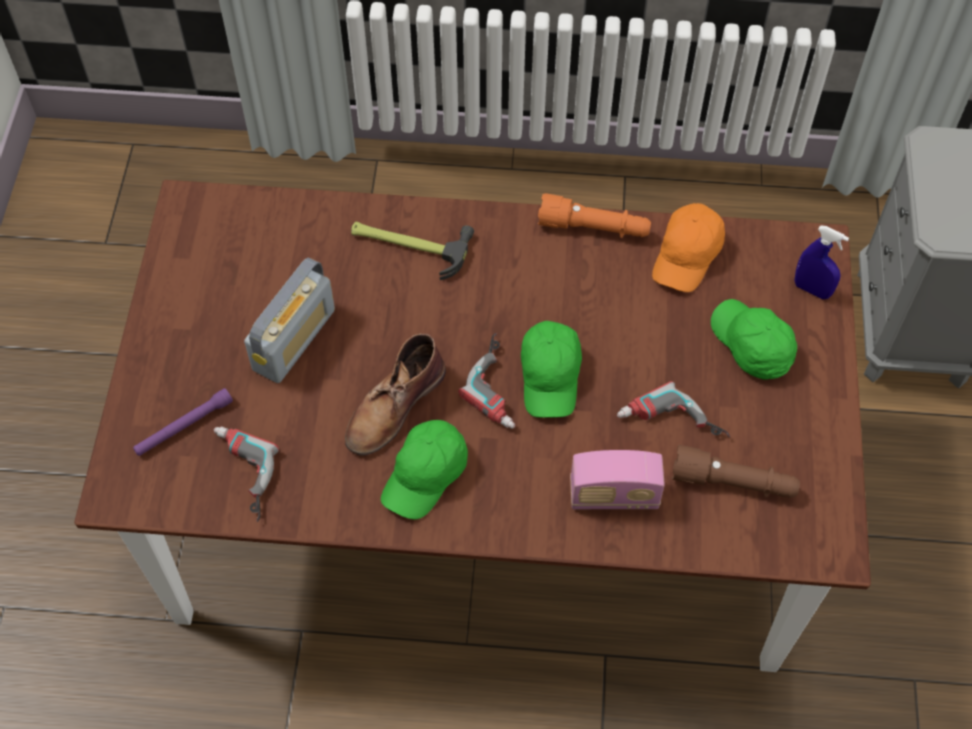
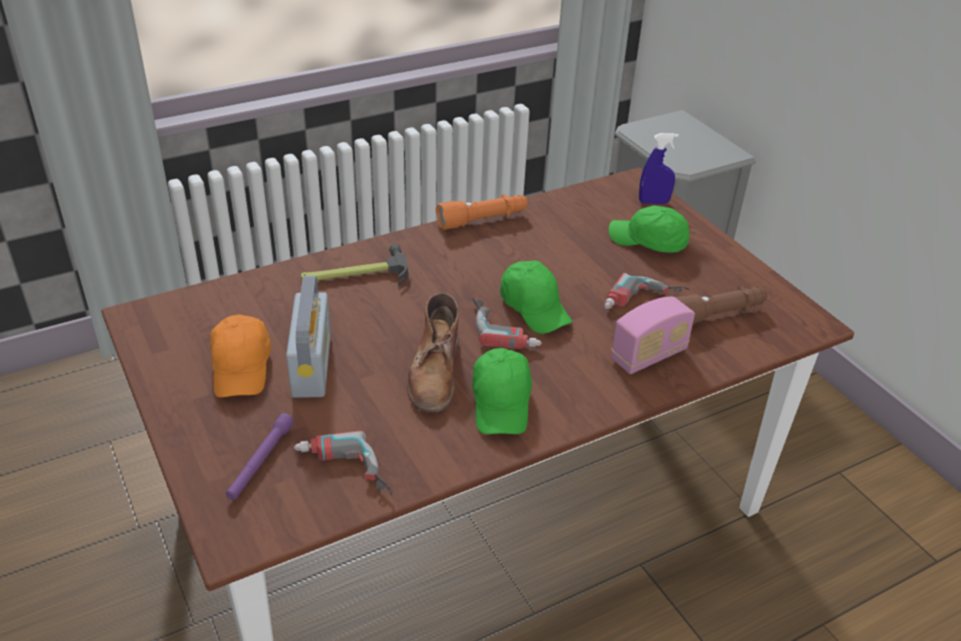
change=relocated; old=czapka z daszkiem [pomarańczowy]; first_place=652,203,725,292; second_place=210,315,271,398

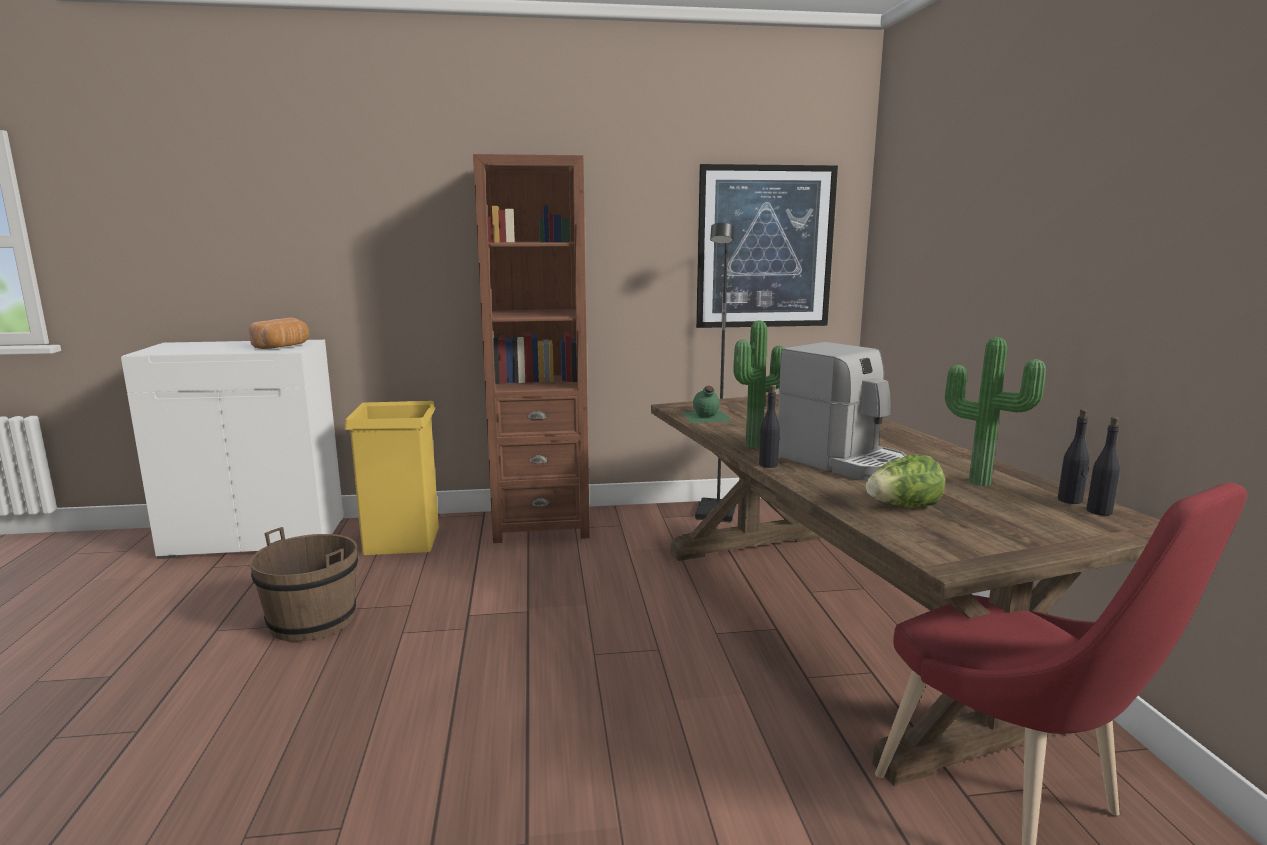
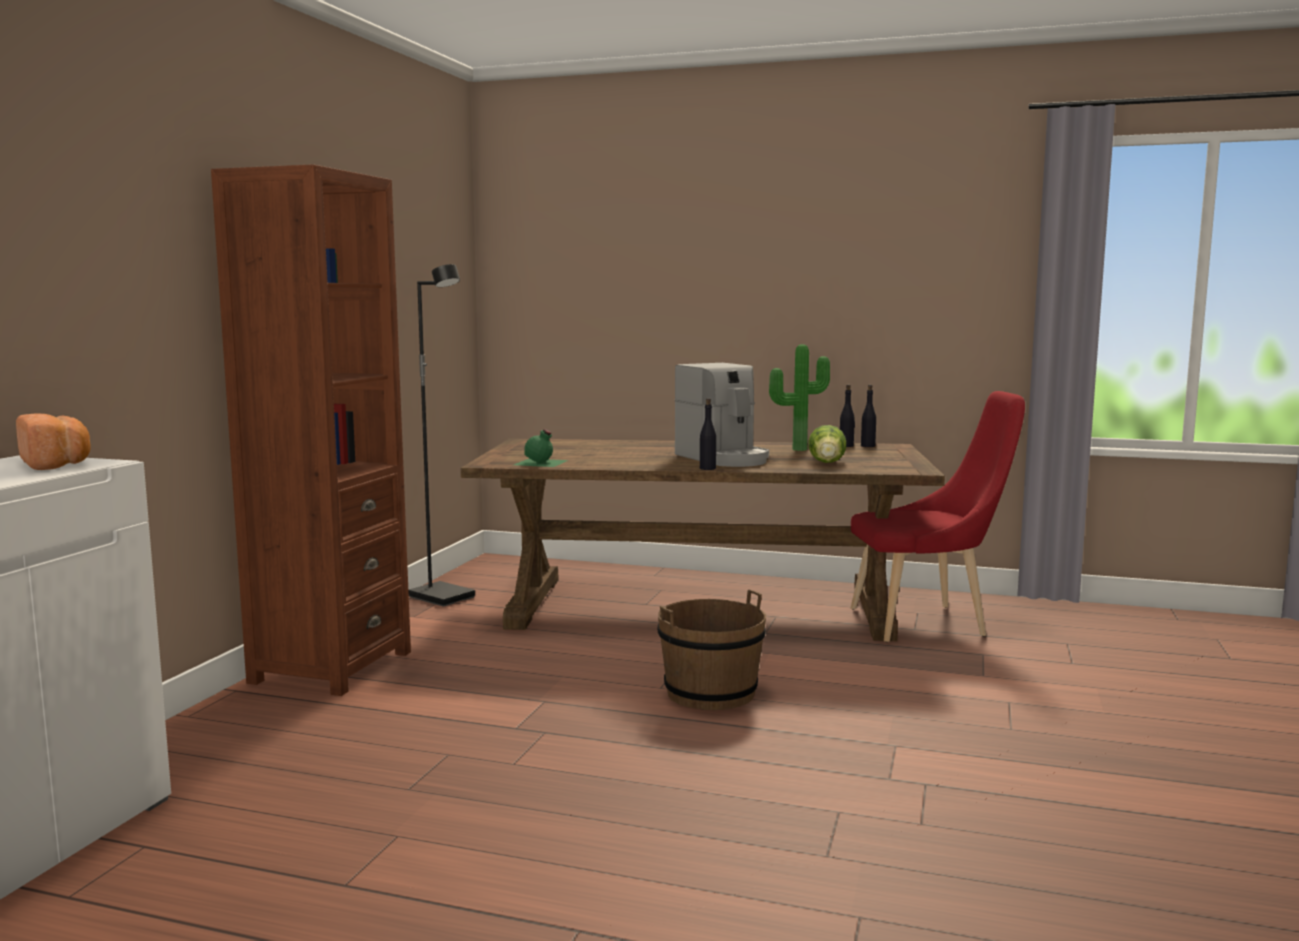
change=missing; old=obraz; first_place=696,164,838,328
change=missing; old=roślina doniczkowa; first_place=733,320,785,448
change=spun; old=ekspres do kawy; first_place=778,342,907,480; second_place=675,363,769,467; degrees=75
change=missing; old=kosz na śmieci [żółty]; first_place=344,401,439,555
change=relocated; old=wiadro [brązowy]; first_place=250,527,358,641; second_place=657,590,766,710

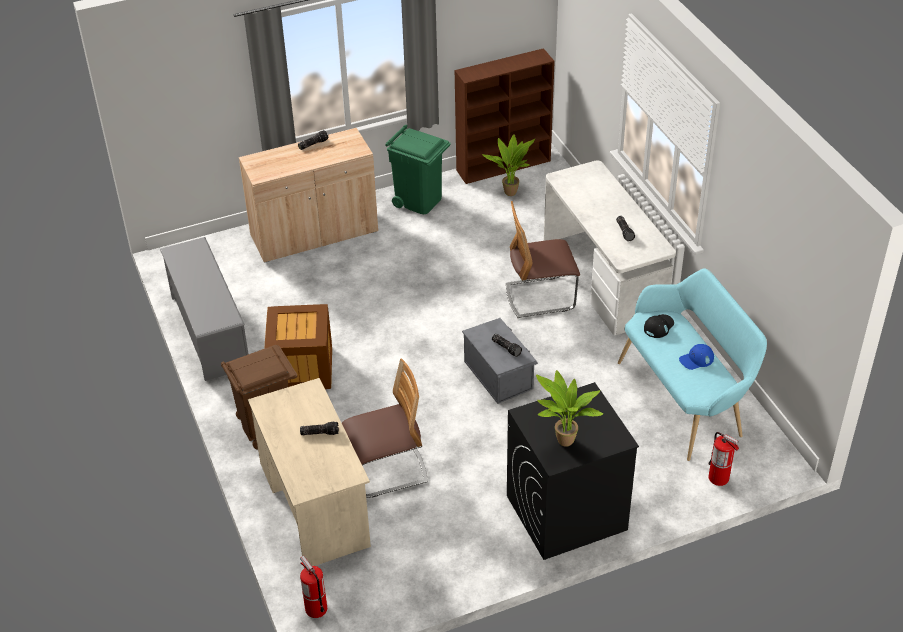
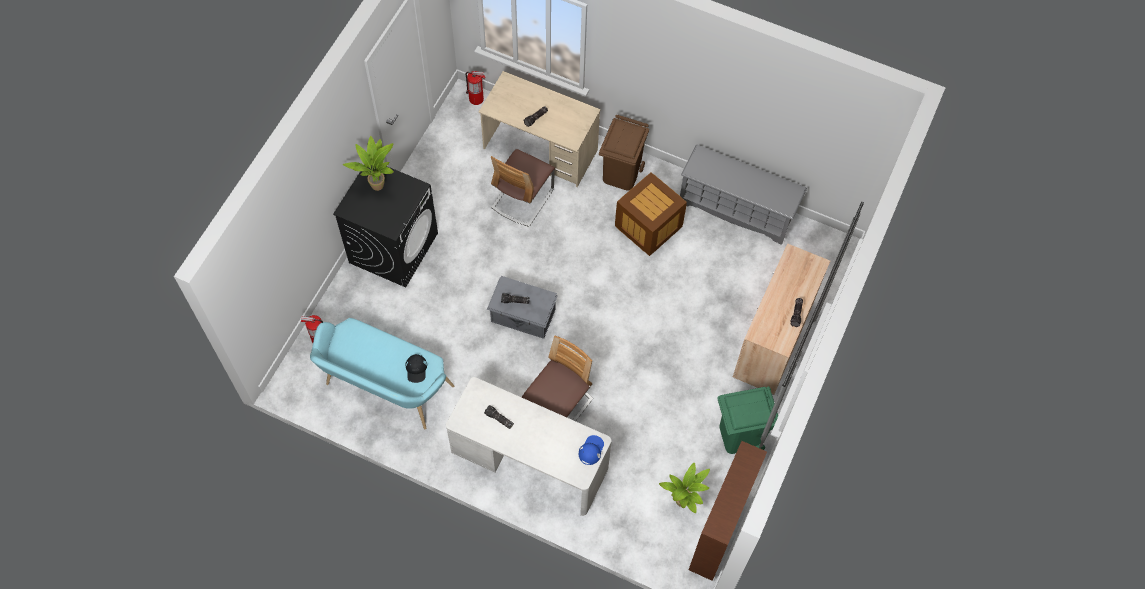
change=relocated; old=czapka z daszkiem [niebieski]; first_place=679,344,714,370; second_place=579,435,604,465

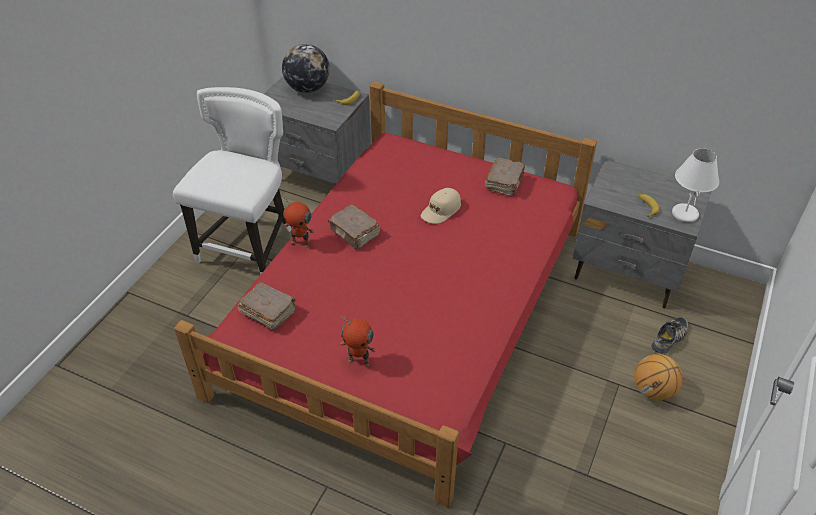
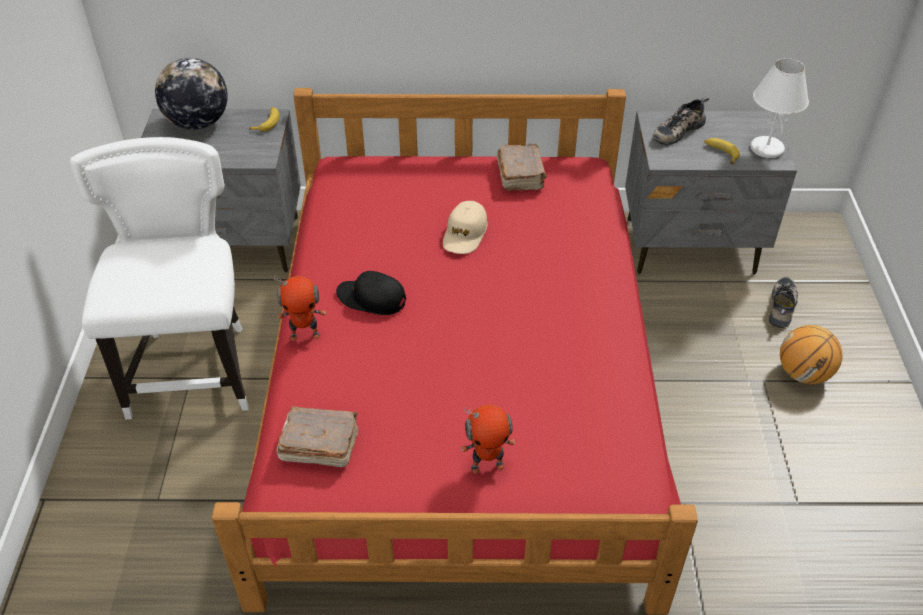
change=exchanged; old=książka [brązowy]; new=czapka z daszkiem [czarny]; first_place=328,204,380,250; second_place=336,271,406,315
change=appeared; new=but; second_place=653,97,709,145

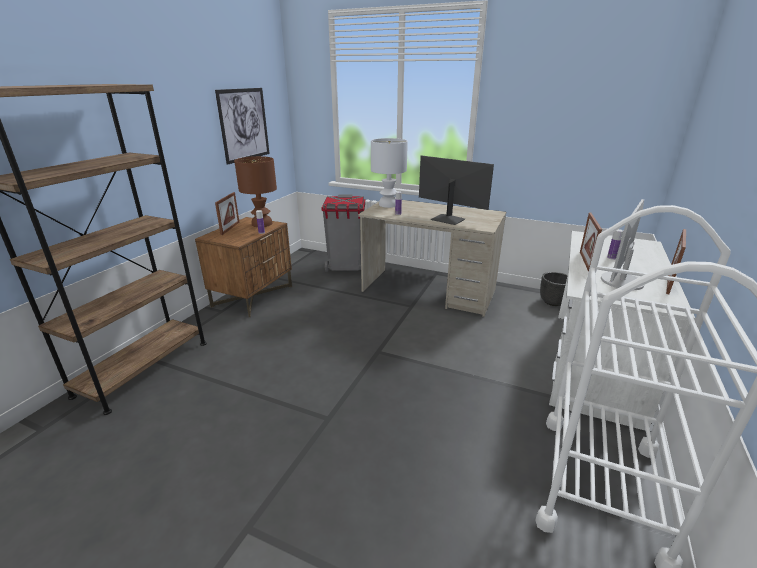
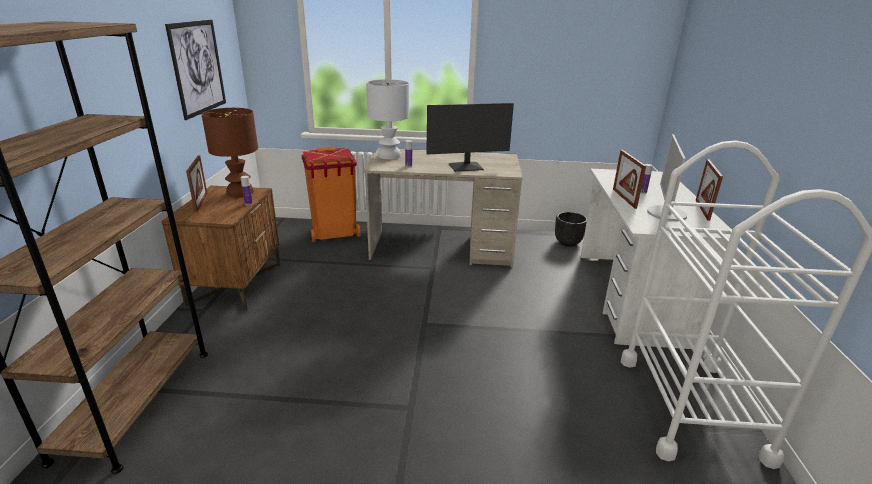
change=spun; old=monitor; first_place=419,155,494,225; second_place=426,103,514,172; degrees=150
change=colour; old=kosz na śmieci [szary]; new=kosz na śmieci [pomarańczowy]; first_place=322,194,365,272; second_place=301,147,361,242

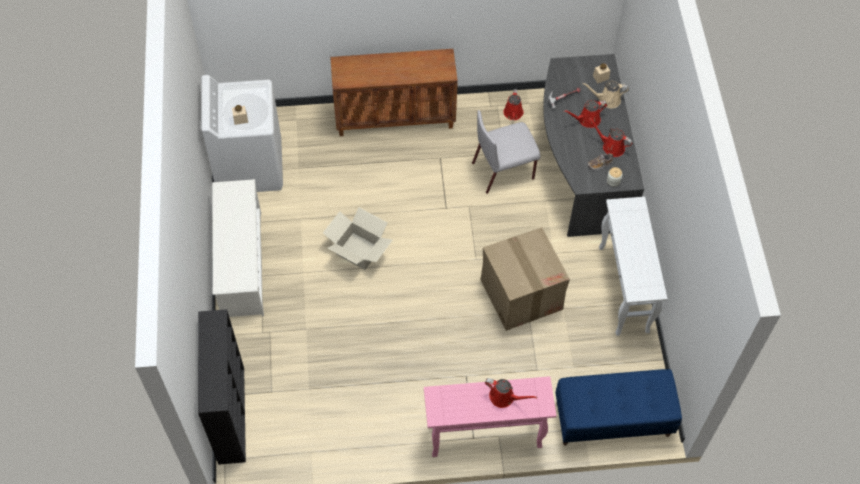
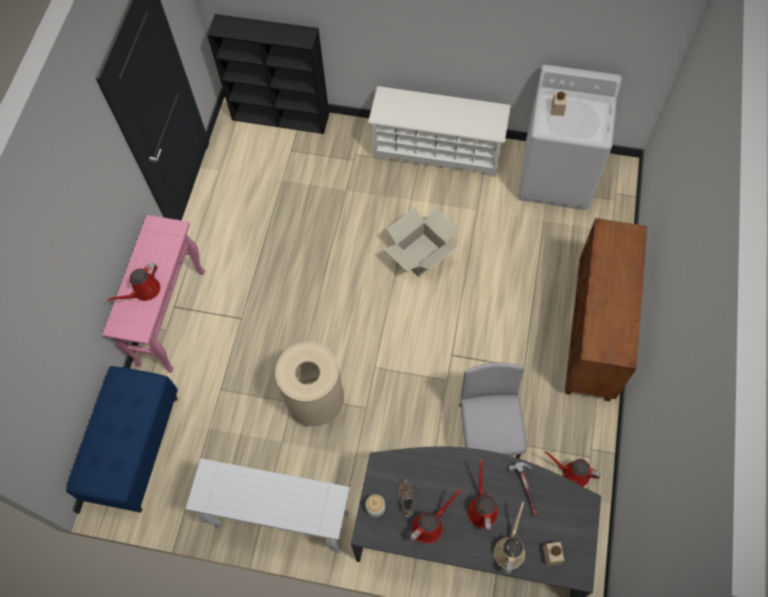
change=exchanged; old=karton; new=kosz na śmieci [beżowy]; first_place=480,227,570,331; second_place=275,342,344,426

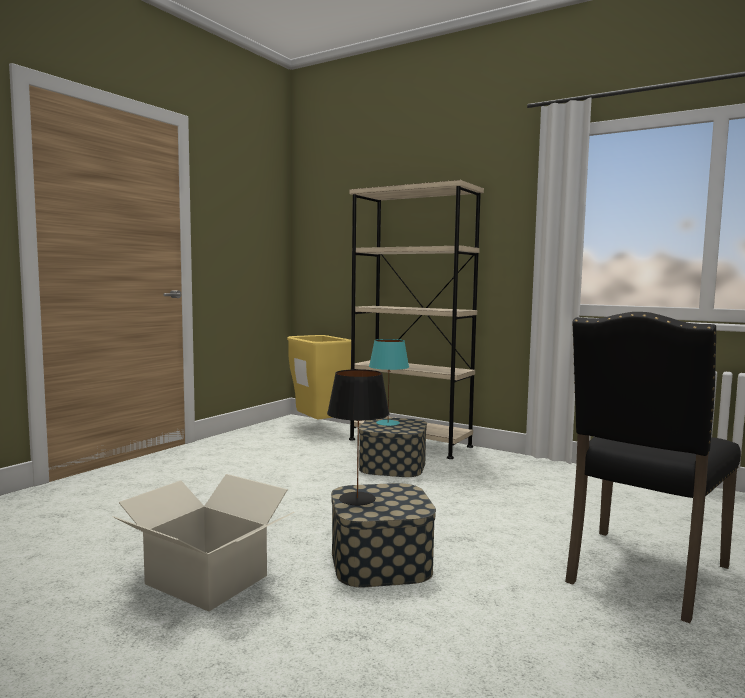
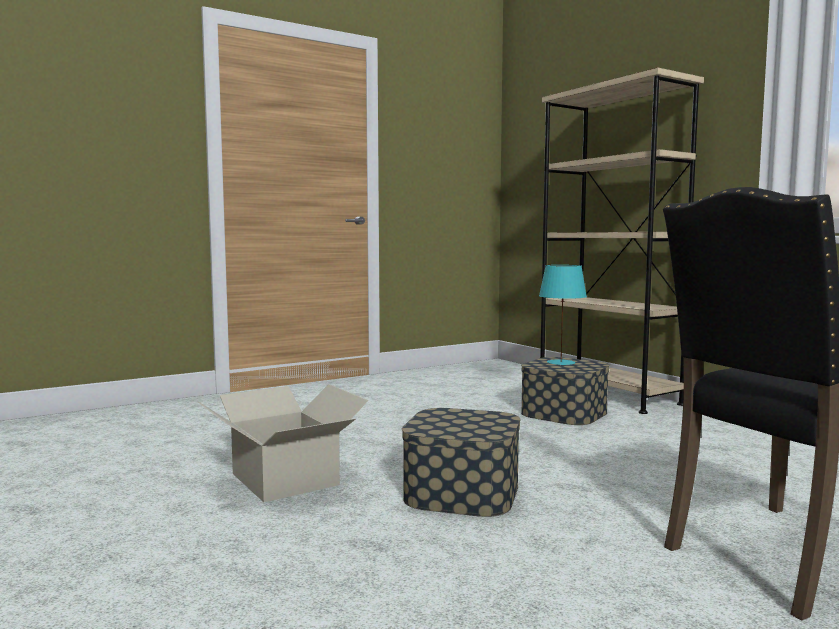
change=missing; old=kosz na śmieci [żółty]; first_place=287,335,351,420
change=missing; old=lampa stołowa [czarny]; first_place=327,369,390,505

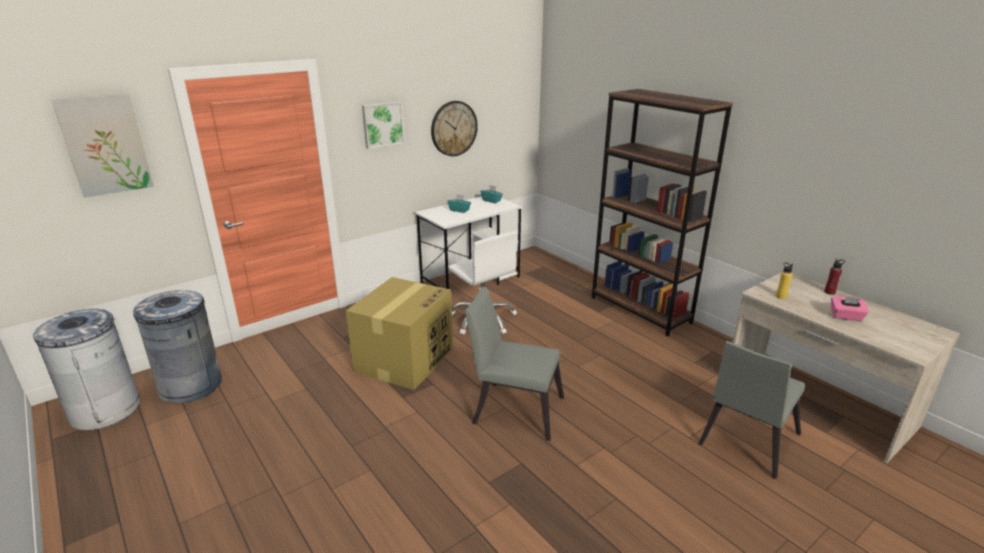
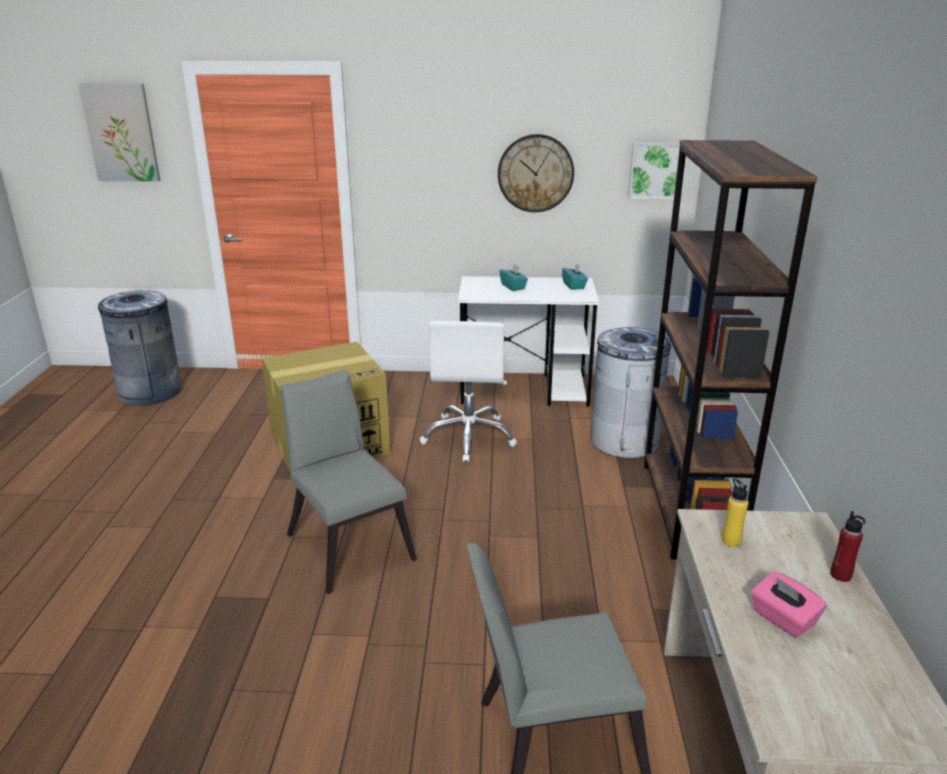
change=relocated; old=obraz; first_place=362,101,405,149; second_place=628,143,687,199
change=relocated; old=kosz na śmieci [szary]; first_place=33,309,140,431; second_place=590,327,671,458

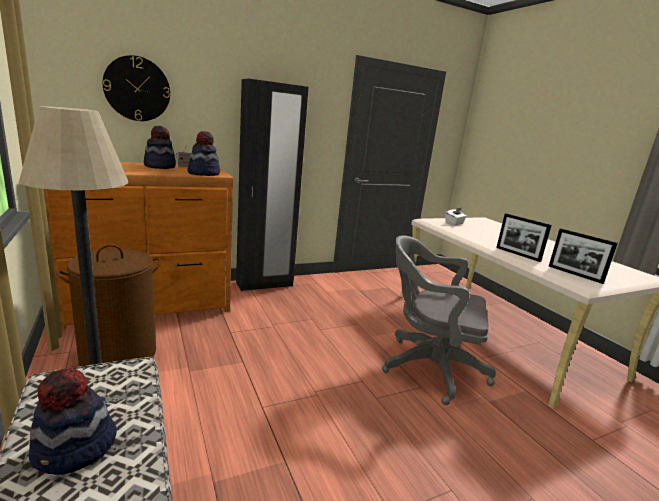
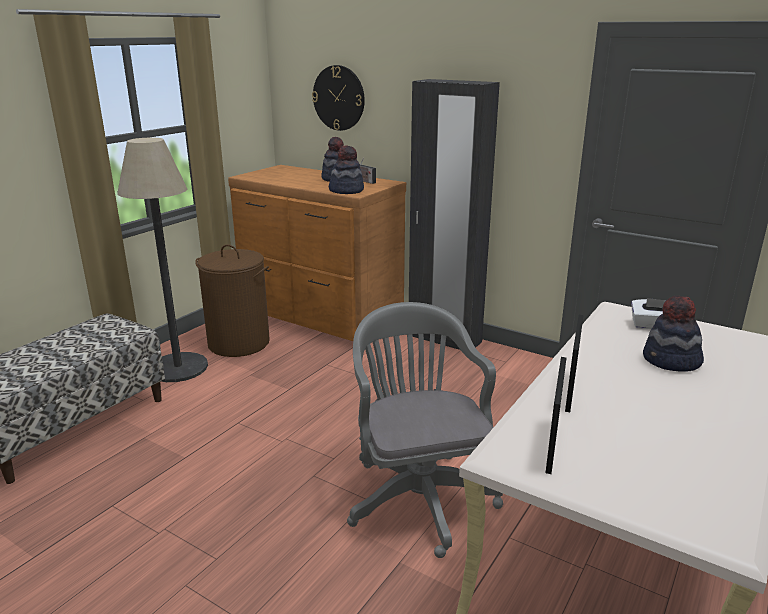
change=relocated; old=kapelusz; first_place=29,368,117,475; second_place=643,296,704,372

